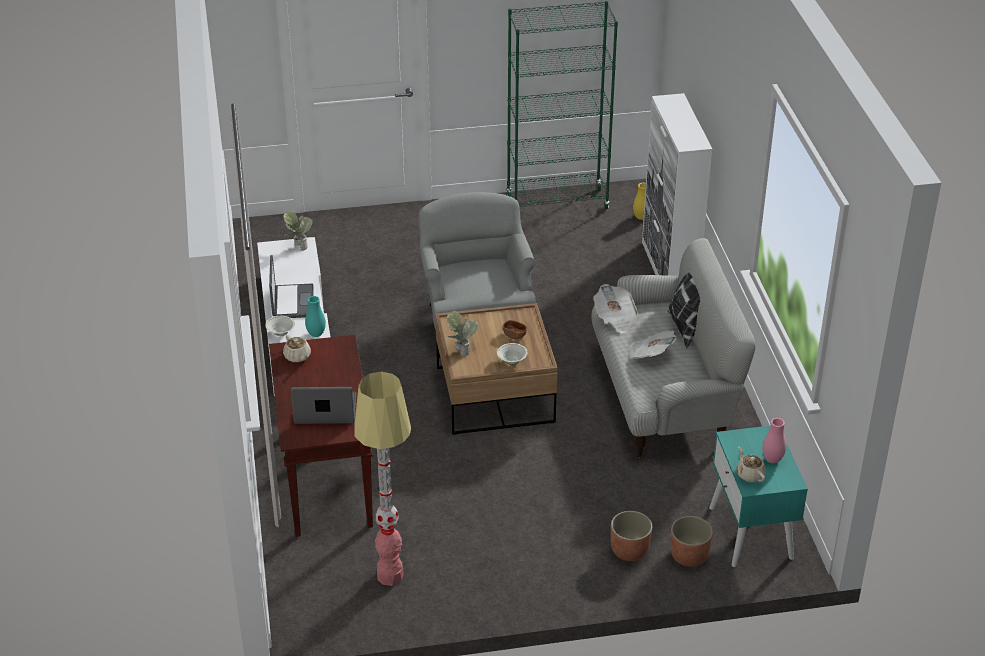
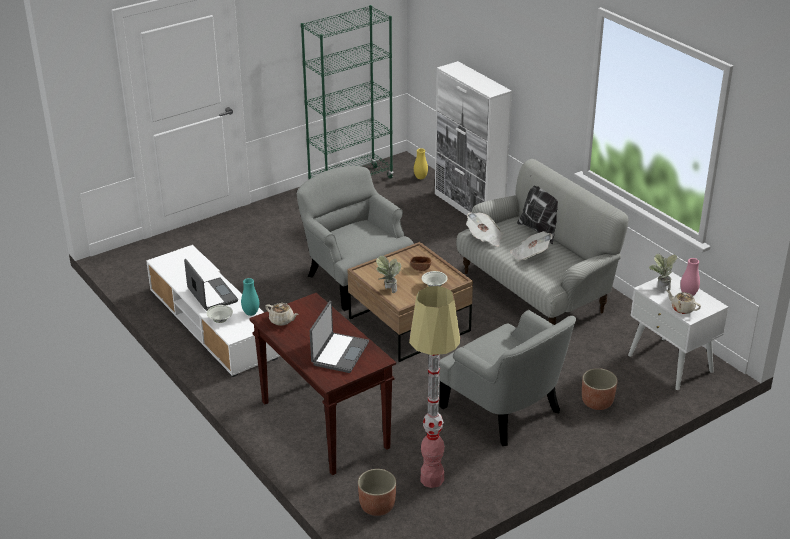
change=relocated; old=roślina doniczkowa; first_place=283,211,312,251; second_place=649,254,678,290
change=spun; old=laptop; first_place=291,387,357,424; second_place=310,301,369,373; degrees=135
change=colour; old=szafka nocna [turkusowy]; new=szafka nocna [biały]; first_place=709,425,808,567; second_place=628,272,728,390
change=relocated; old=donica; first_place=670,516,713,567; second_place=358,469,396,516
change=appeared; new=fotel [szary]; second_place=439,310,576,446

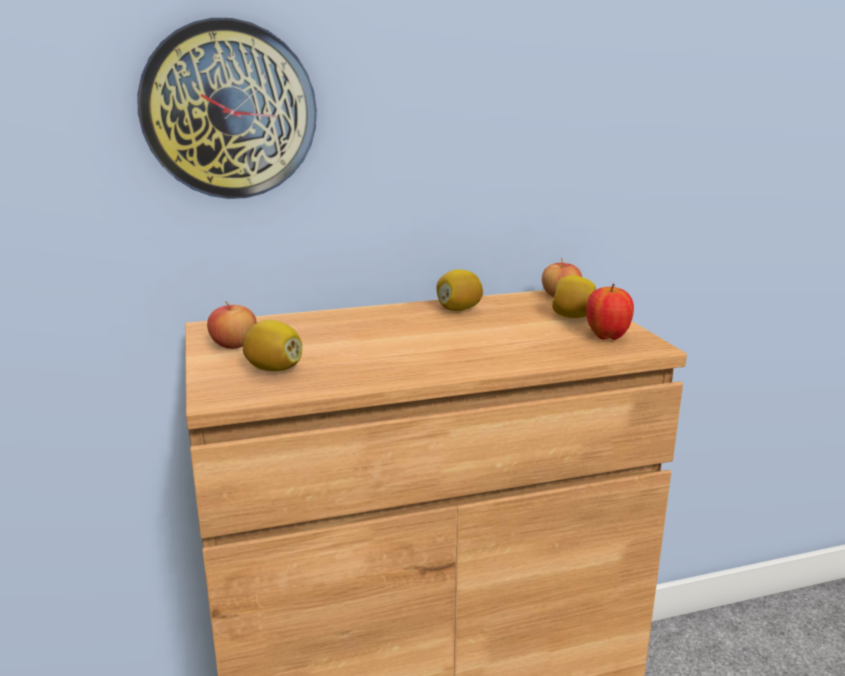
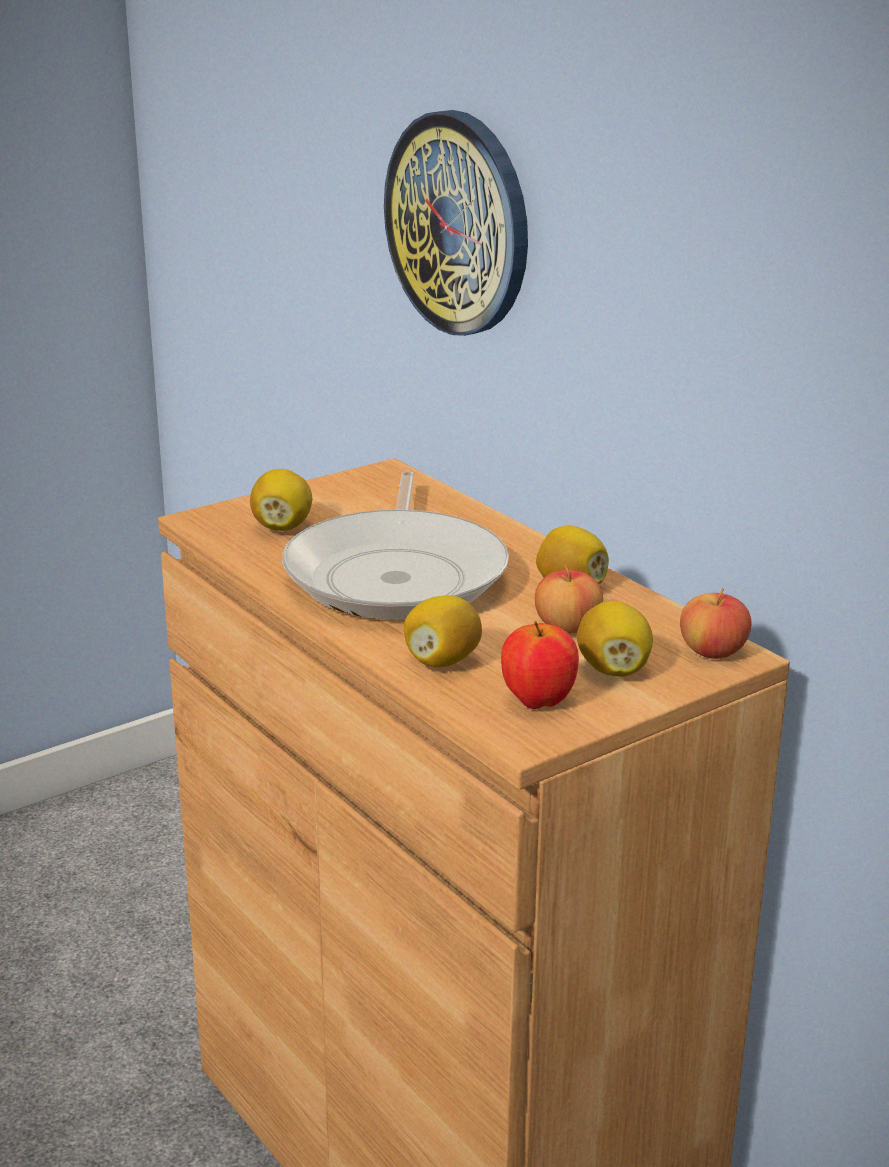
change=relocated; old=jabłko; first_place=207,301,257,349; second_place=535,565,603,634
change=appeared; new=patelnia; second_place=282,471,509,619
change=appeared; new=cytryna; second_place=404,595,482,667

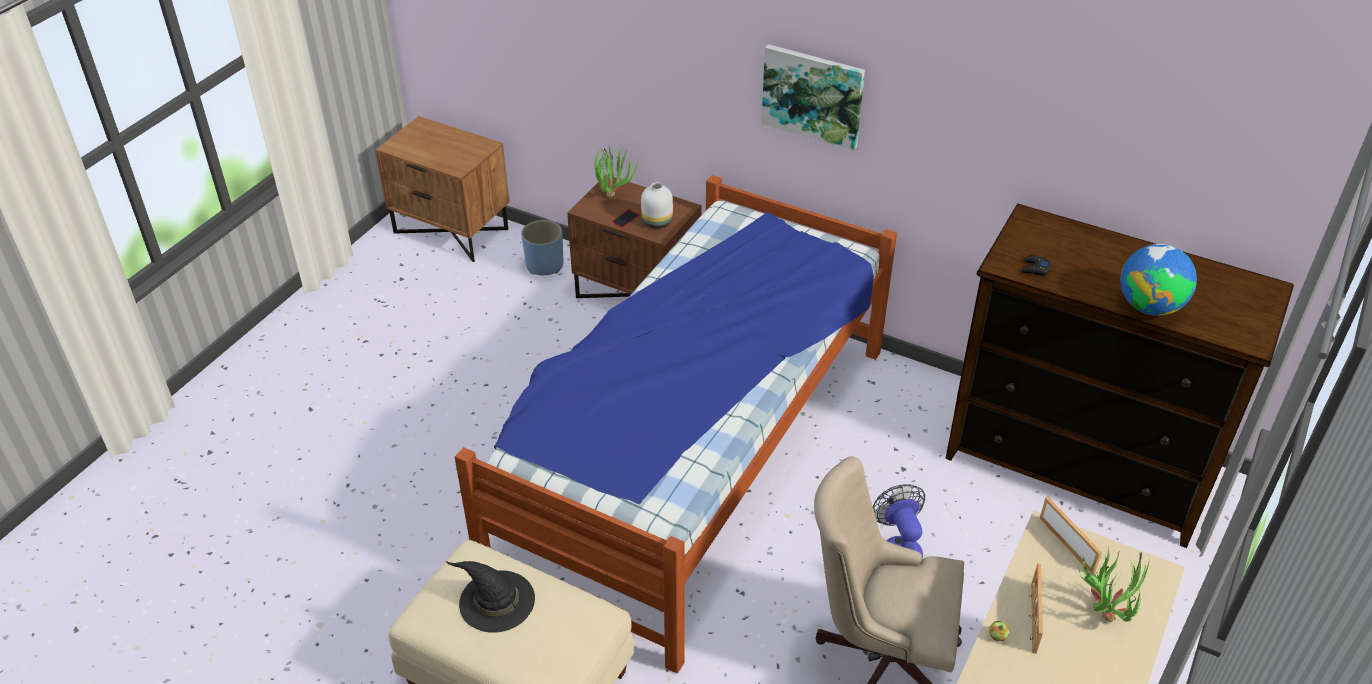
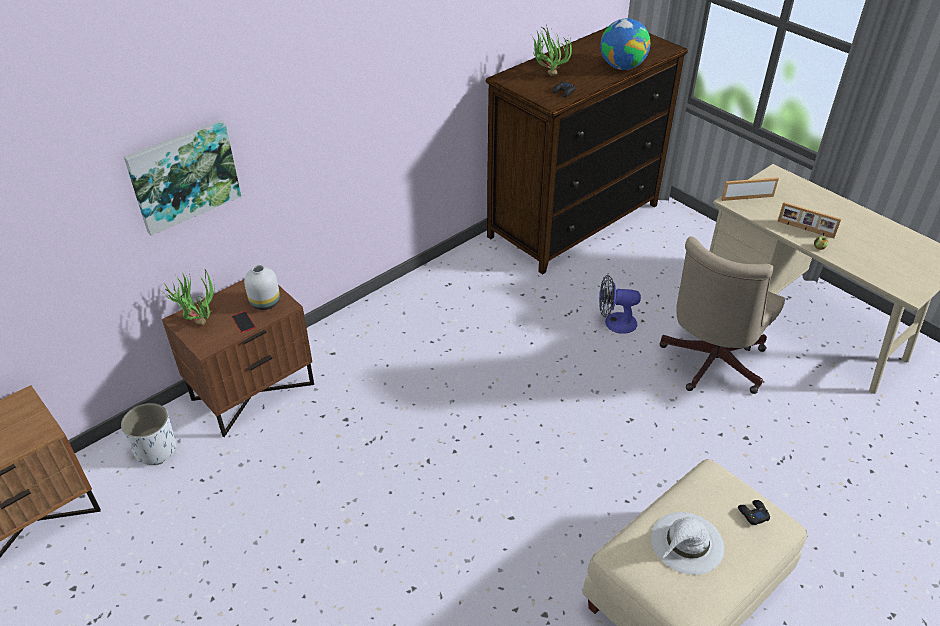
change=relocated; old=obraz; first_place=761,44,865,151; second_place=124,120,241,236
change=missing; old=łóżko; first_place=455,175,897,673
change=colour; old=donica [niebieski]; new=donica [biały]; first_place=521,220,563,275; second_place=121,403,177,465
change=relocated; old=roślina doniczkowa; first_place=1078,546,1150,622; second_place=532,25,572,76
change=colour; old=kapelusz [czarny]; new=kapelusz [biały]; first_place=445,561,535,633; second_place=651,512,724,575
change=appeared; new=pad do gier [czarny]; second_place=738,500,770,525

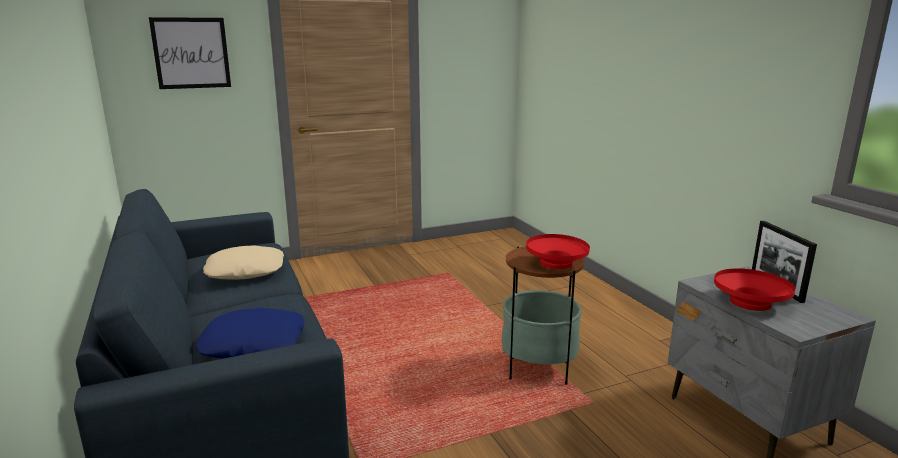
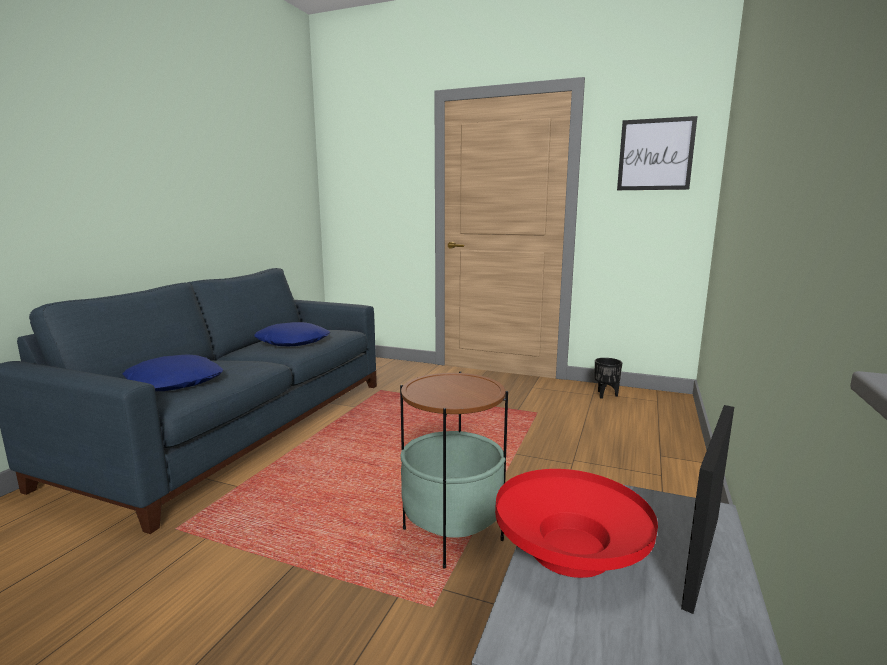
change=relocated; old=obraz; first_place=149,17,231,89; second_place=617,116,698,190
change=missing; old=miska [czerwony]; first_place=526,234,590,269
change=colour; old=poduszka [beżowy]; new=poduszka [niebieski]; first_place=203,246,284,280; second_place=254,322,330,346
change=appeared; new=donica [czarny]; second_place=594,358,622,399

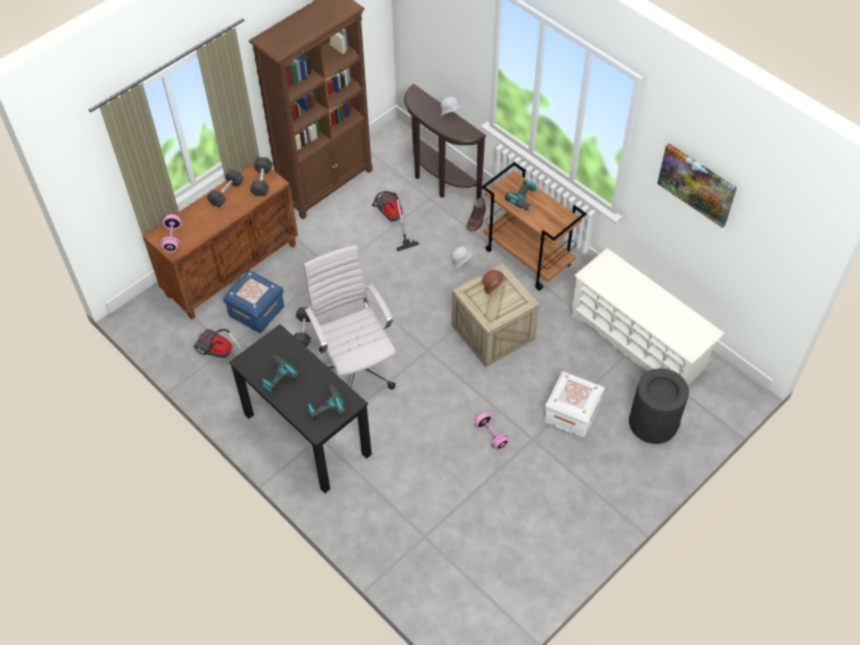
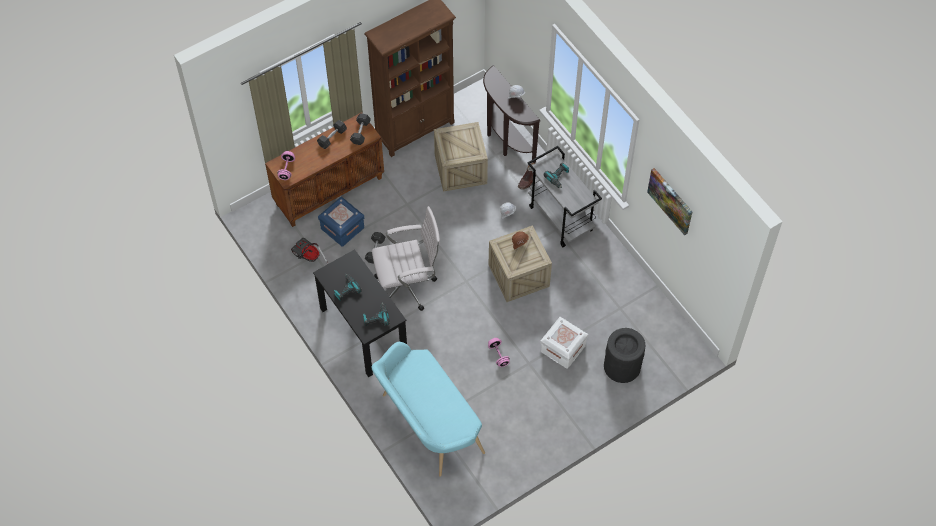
change=colour; old=wózek [brązowy]; new=wózek [szary]; first_place=482,162,587,291; second_place=527,146,602,247
change=exchanged; old=odkurzacz; new=skrzynka; first_place=372,191,419,251; second_place=434,122,488,192
change=spun; old=krzesło biurowe [biały]; first_place=304,245,396,389; second_place=372,206,440,311; degrees=90
change=missing; old=regał na buty [biały]; first_place=571,248,724,385
change=appeared; new=ławka [turkusowy]; second_place=372,342,485,477

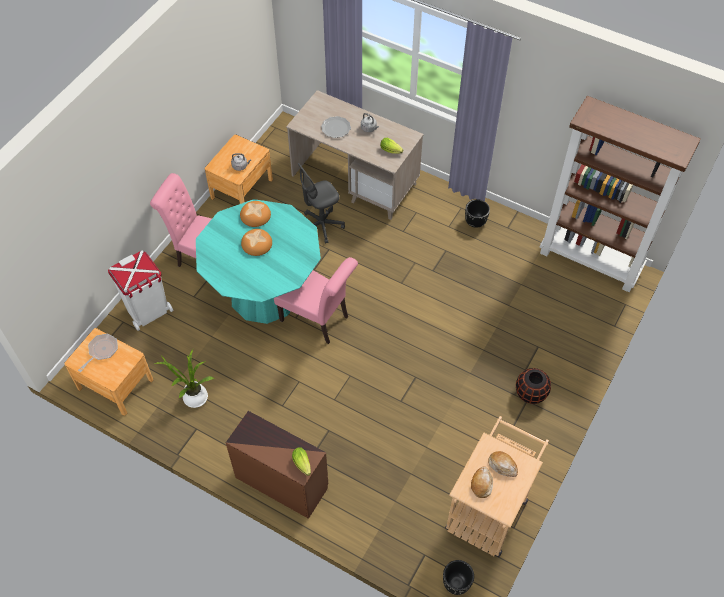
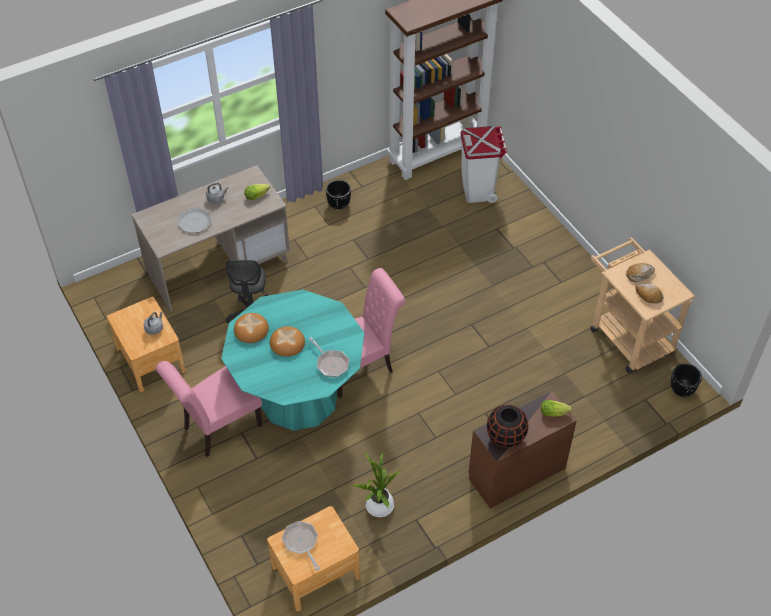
change=relocated; old=kosz na śmieci [biały]; first_place=108,250,173,331; second_place=461,126,507,203
change=relocated; old=wazon [czarny]; first_place=516,368,551,404; second_place=487,405,528,448
change=appeared; new=patelnia; second_place=309,337,349,377

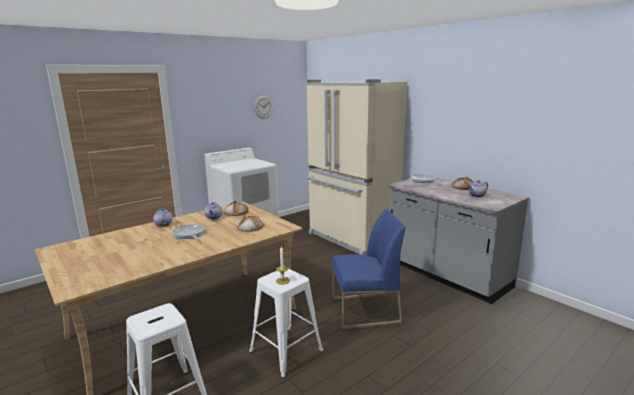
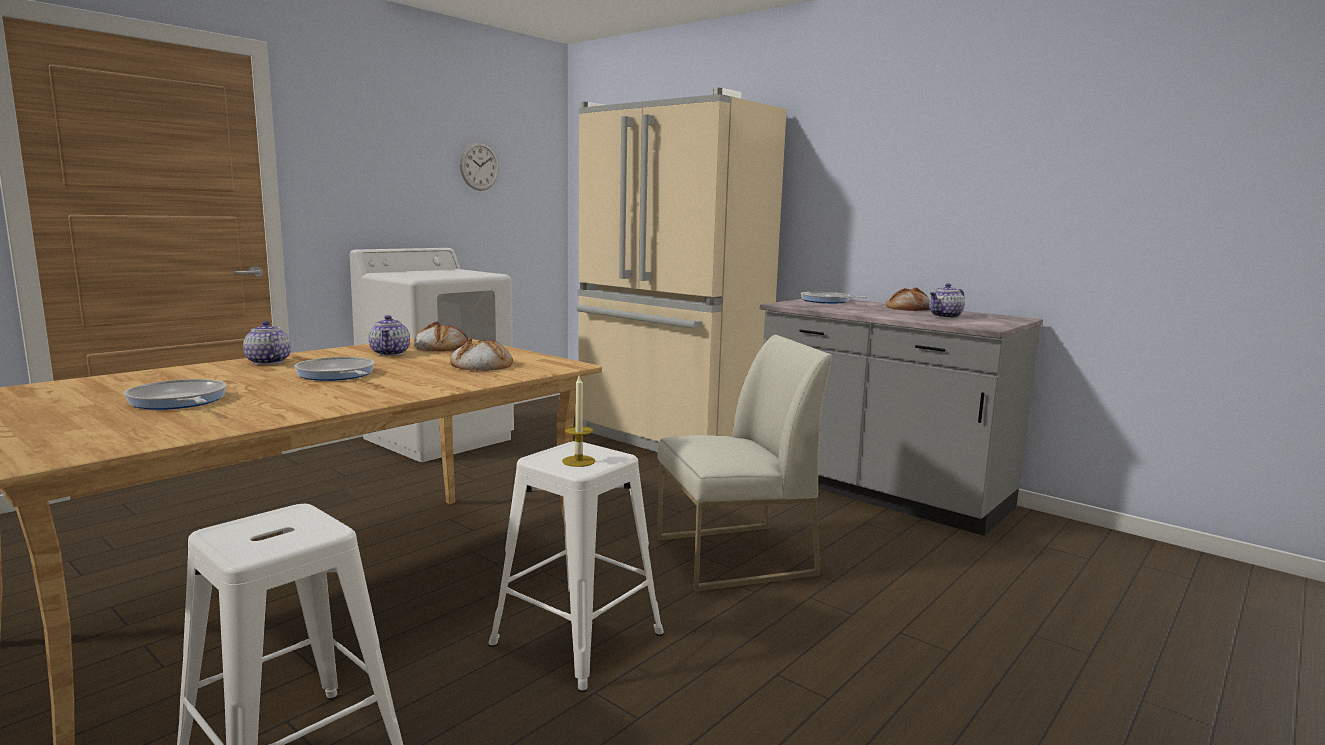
change=colour; old=krzesło [niebieski]; new=krzesło [biały]; first_place=331,209,406,329; second_place=657,335,832,592
change=appeared; new=patelnia; second_place=124,379,227,410

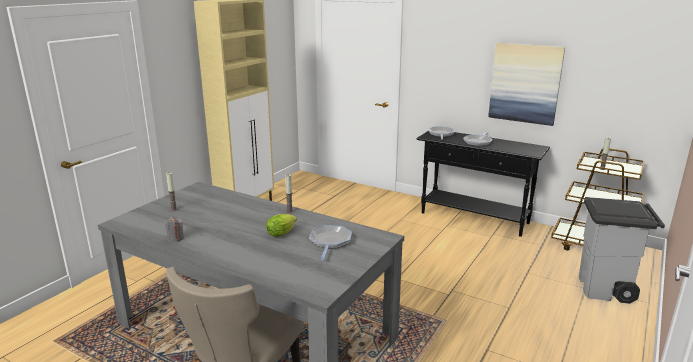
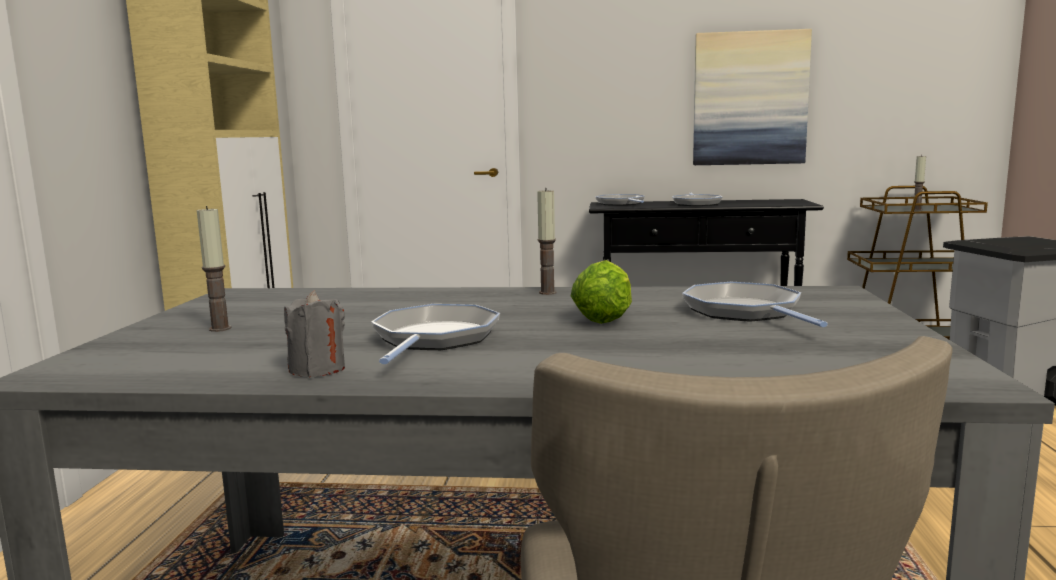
change=appeared; new=patelnia; second_place=371,304,500,364

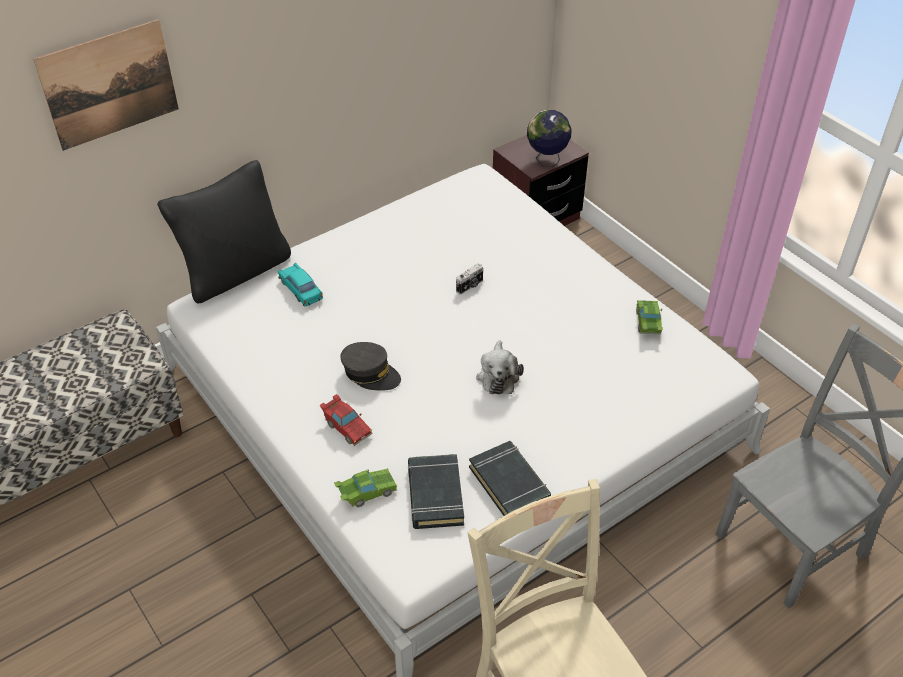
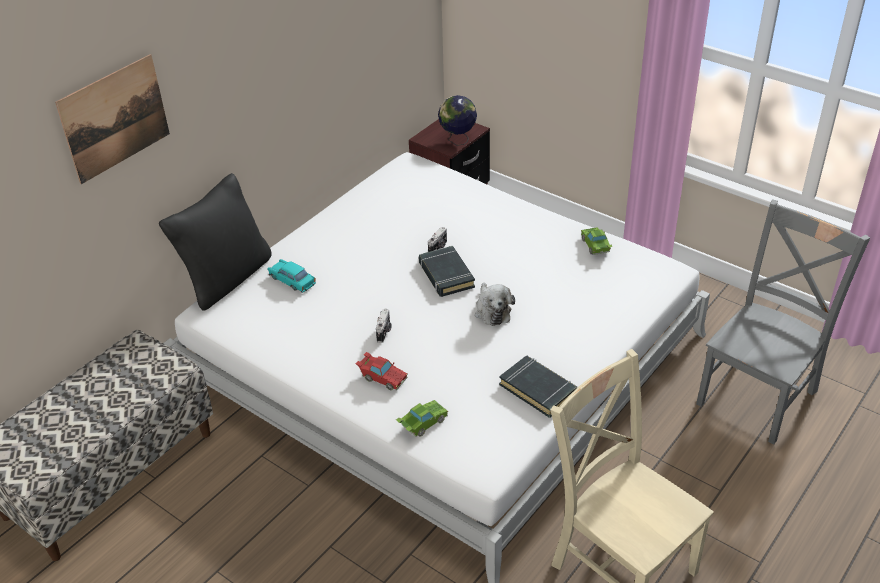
change=exchanged; old=czapka z daszkiem [szary]; new=aparat fotograficzny; first_place=340,342,401,391; second_place=376,308,391,343
change=relocated; old=książka [czarny]; first_place=408,454,464,529; second_place=419,246,475,297

